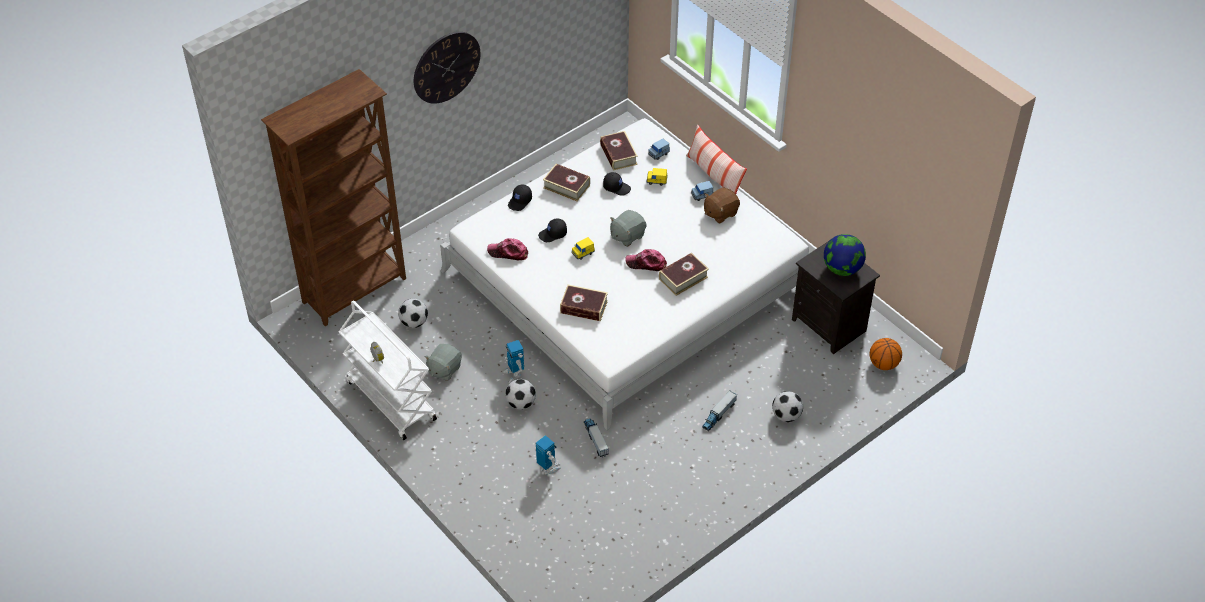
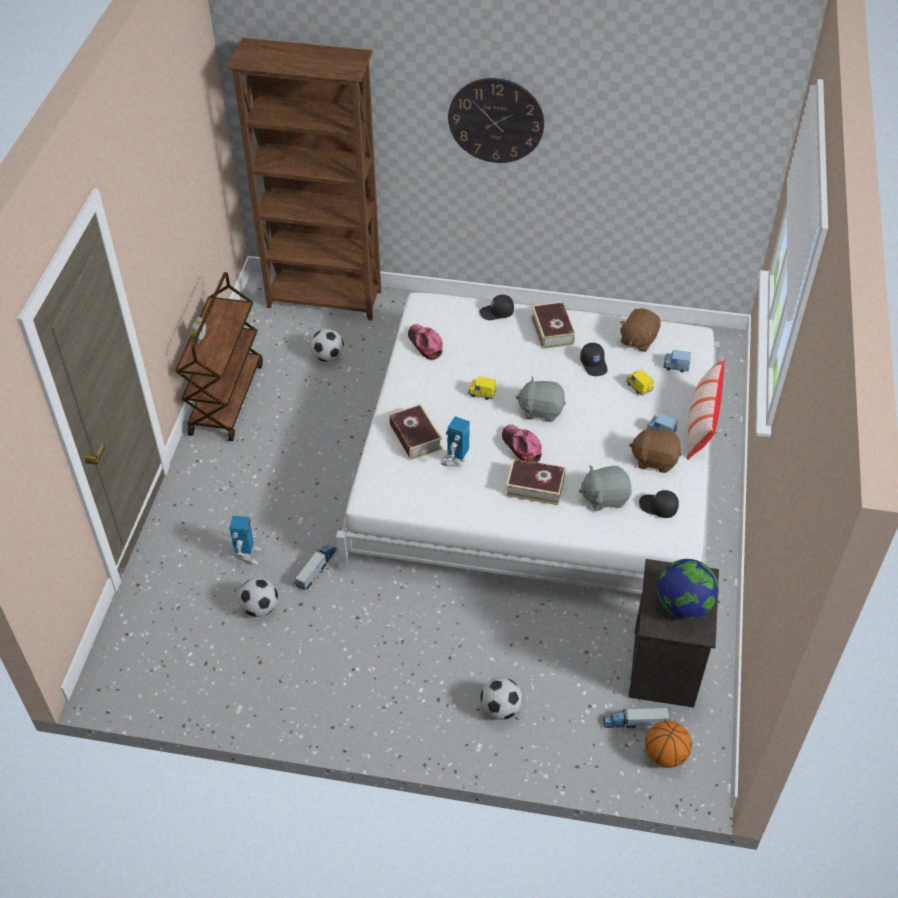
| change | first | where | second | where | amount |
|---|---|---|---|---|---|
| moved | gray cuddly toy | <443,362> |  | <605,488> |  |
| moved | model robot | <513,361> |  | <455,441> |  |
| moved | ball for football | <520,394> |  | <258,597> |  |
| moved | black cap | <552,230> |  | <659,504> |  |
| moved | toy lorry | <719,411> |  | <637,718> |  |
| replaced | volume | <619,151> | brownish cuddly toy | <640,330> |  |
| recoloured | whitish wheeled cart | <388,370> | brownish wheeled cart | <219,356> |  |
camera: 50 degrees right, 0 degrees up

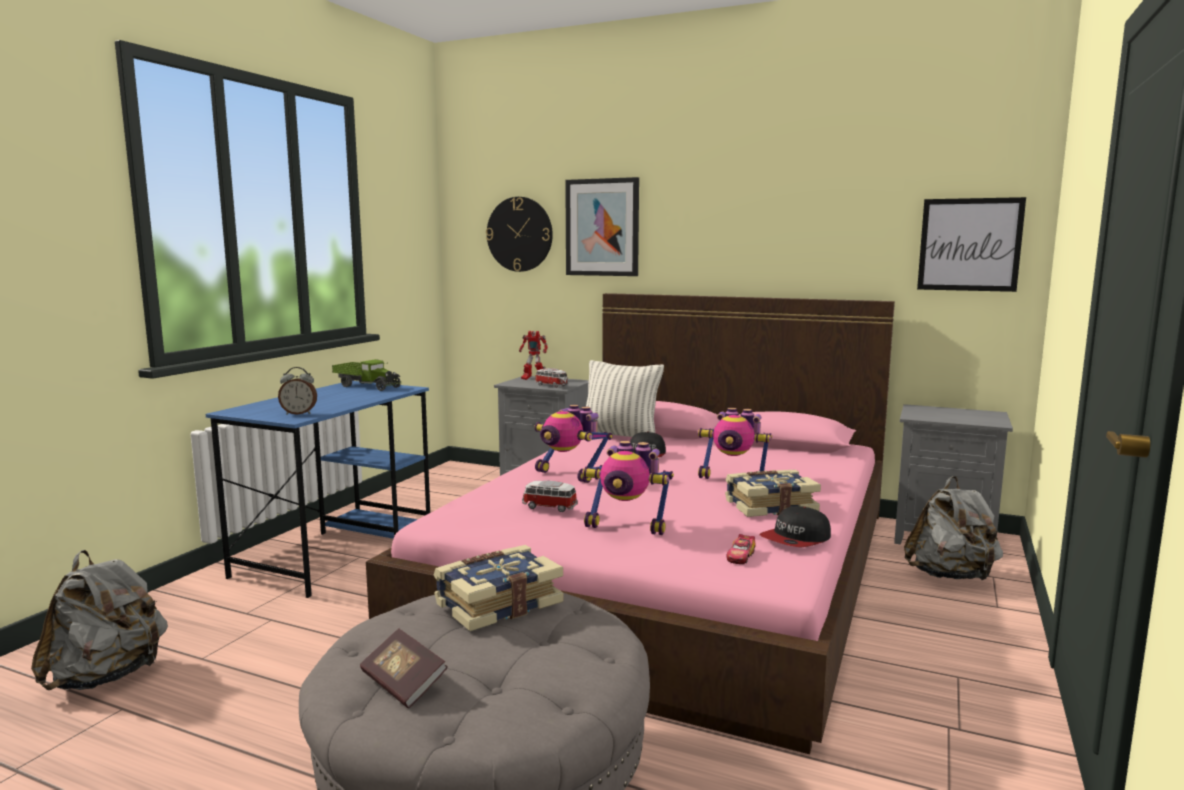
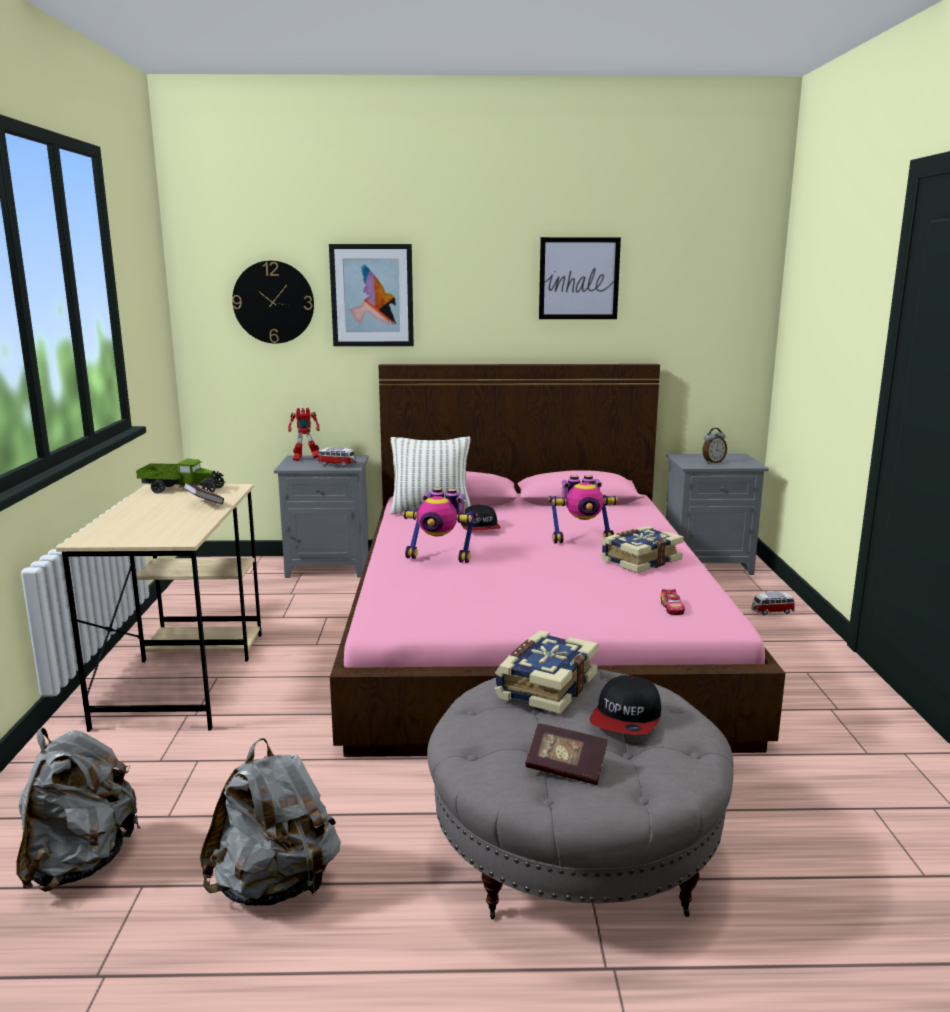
| change | first | where | second | where | amount |
|---|---|---|---|---|---|
| removed | model robot | <628,488> |  |  |  |
| added |  |  | volume | <203,493> |  |
| moved | bedside clock | <297,391> |  | <714,446> |  |
| moved | miniature car | <550,496> |  | <773,603> |  |
| moved | cap | <795,526> |  | <625,705> |  |
| moved | gray rucksack | <953,528> |  | <270,822> |  |
| moved | wall picture | <971,244> |  | <580,278> |  |
| recoloured | blue-coloured desk unit | <318,489> | sand-coloured desk unit | <159,608> |  |
camera: 25 degrees left, 5 degrees up

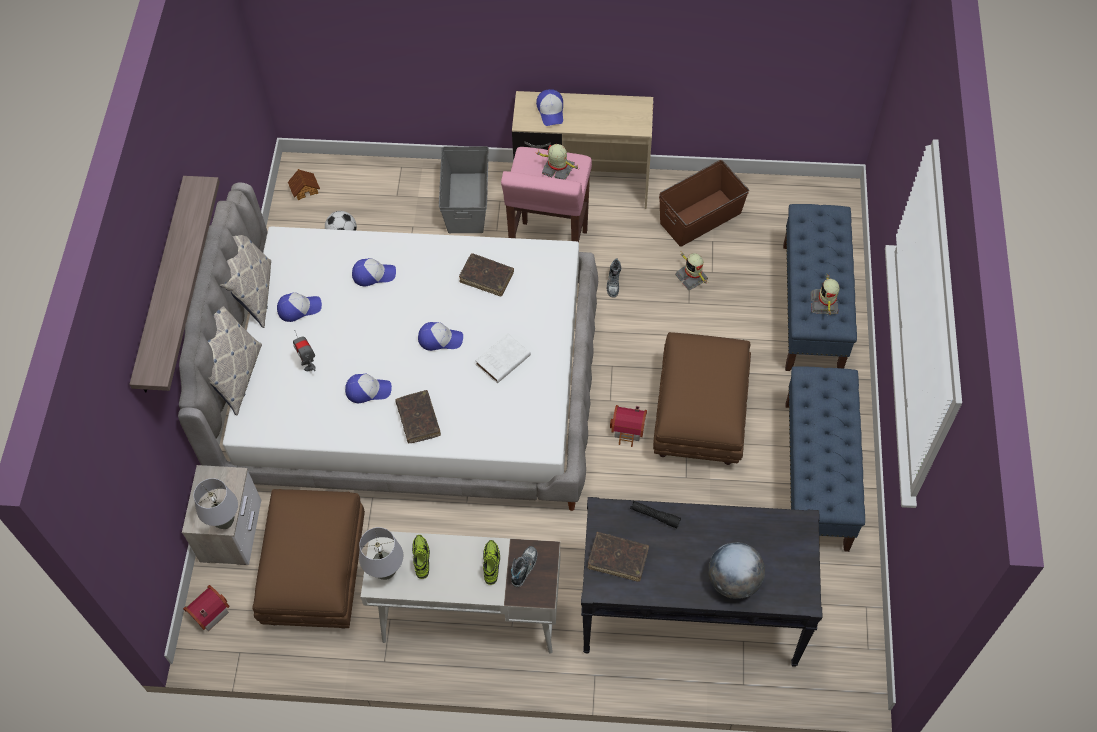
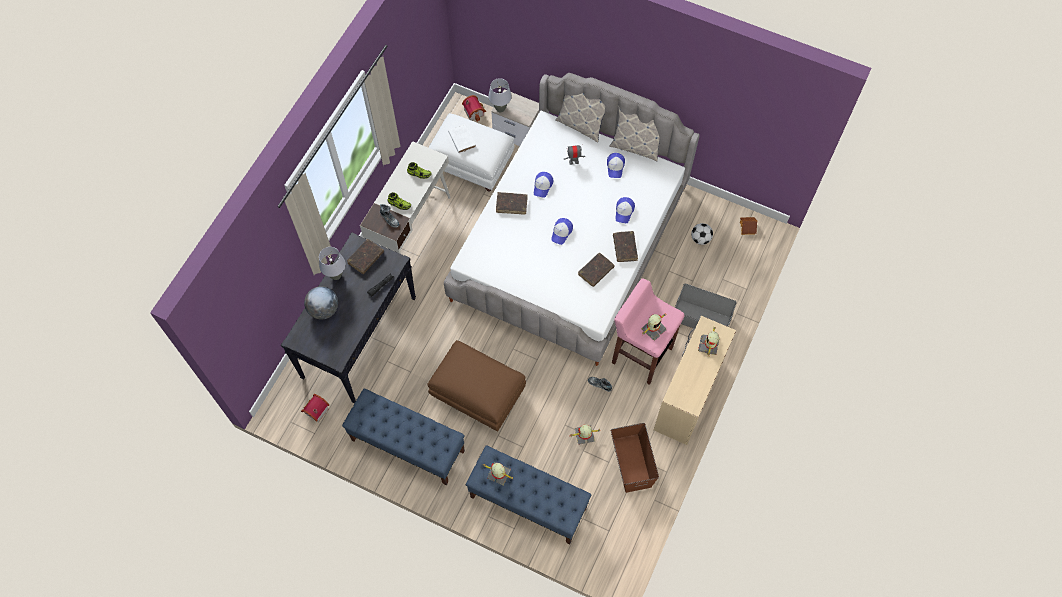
| change | first | where | second | where | amount |
|---|---|---|---|---|---|
| removed | shelf | <174,284> |  |  |  |
| added |  |  | brownish volume | <625,246> |  |
| moved | gray tabletop lamp | <381,553> |  | <332,263> |  |
| moved | whitish volume | <503,358> |  | <462,138> |  |
| moved | miniature house | <628,426> |  | <315,408> |  |
| replaced | cap | <549,107> | model robot | <708,341> |  |
| recoloured | brownish footrest | <308,559> | whitish footrest | <471,152> |  |
camera: 110 degrees right, 5 degrees up

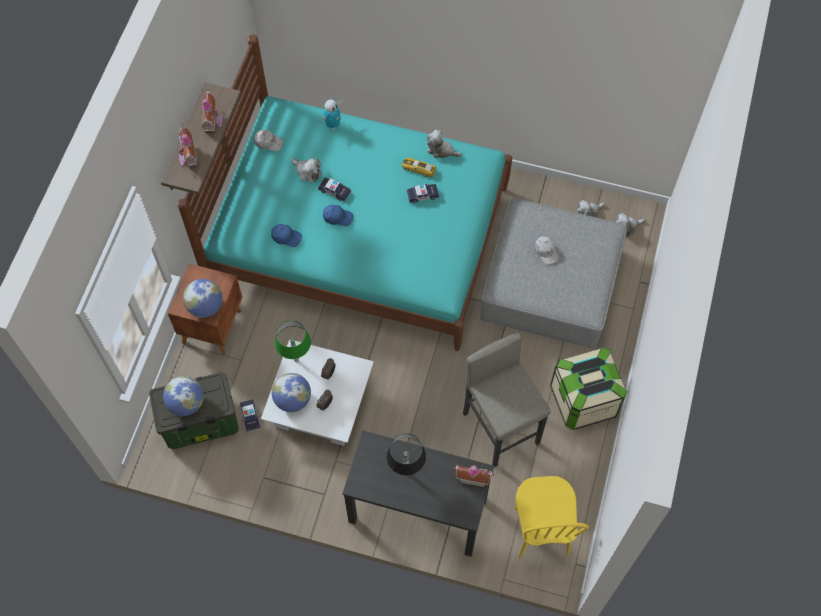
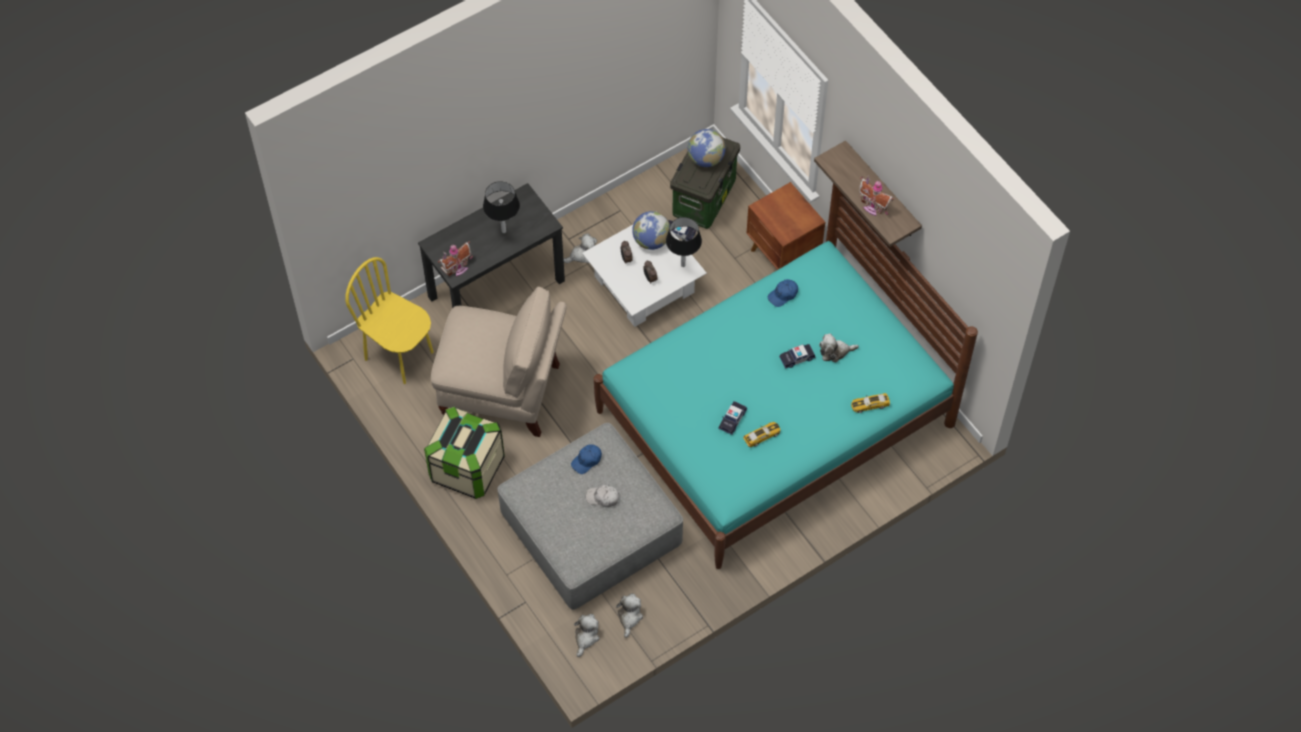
| change | first | where | second | where | amount |
|---|---|---|---|---|---|
| removed | miniature house | <188,146> |  |  |  |
| removed | desk globe | <203,298> |  |  |  |
| removed | whitish cap | <269,140> |  |  |  |
| moved | blue-coloured cap | <338,215> |  | <586,459> |  |
| moved | cuddly toy | <444,144> |  | <580,248> |  |
| replaced | model robot | <331,114> | miniature car | <870,403> |  |
| replaced | gray sitting stool | <507,400> | sand-coloured upright chair | <499,361> |  |
| recoloured | green-coloured tabletop lamp | <293,341> | black tabletop lamp | <684,242> |  |
camera: 130 degrees right, 5 degrees down

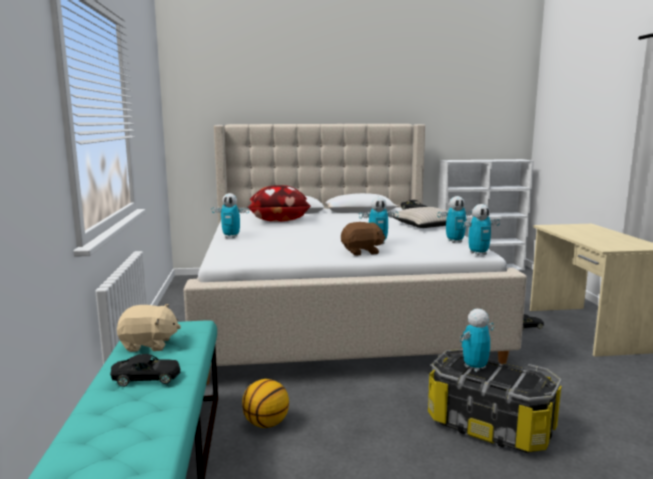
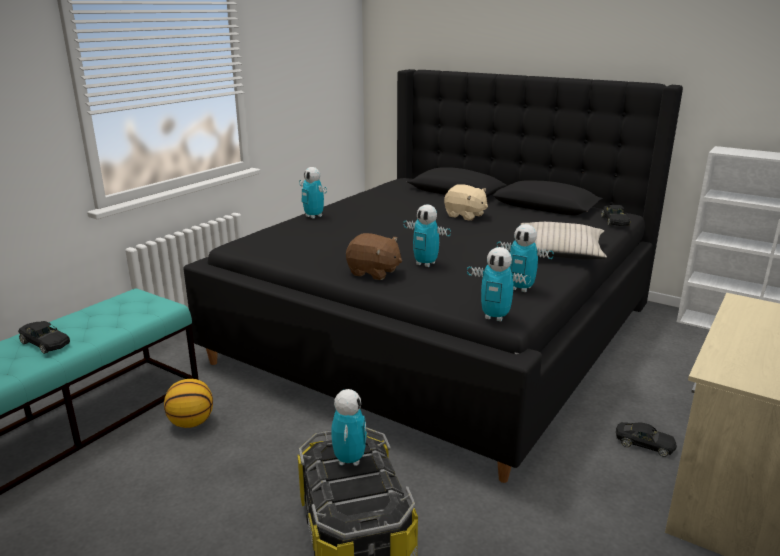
| change | first | where | second | where | amount |
|---|---|---|---|---|---|
| removed | cushion | <279,203> |  |  |  |
| moved | sand-coloured cuddly toy | <149,328> |  | <466,203> |  |
| recoloured | sand-coloured bedroom bed | <355,254> | black bedroom bed | <433,276> |  |
| turned | model robot | <477,340> |  | <349,427> | 90 degrees clockwise |
camera: 40 degrees right, 10 degrees up

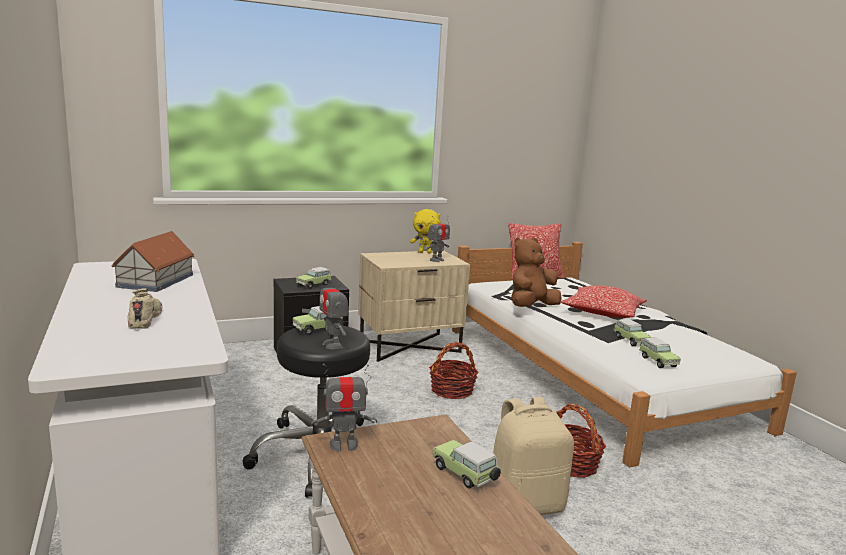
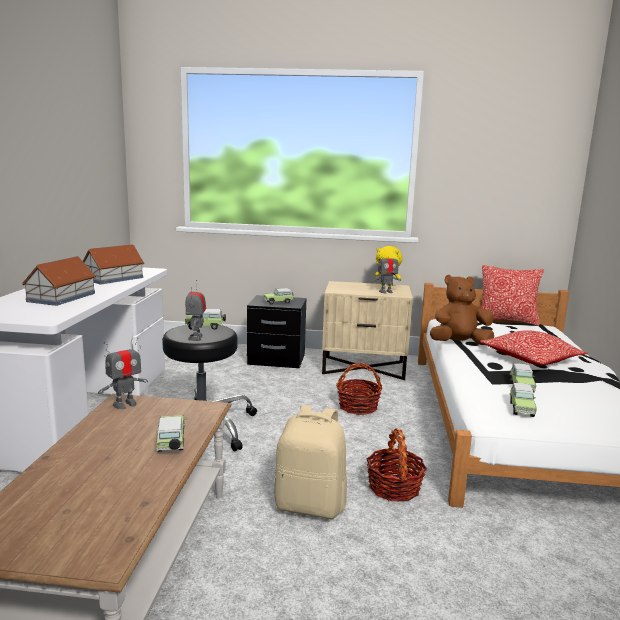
| change | first | where | second | where | amount |
|---|---|---|---|---|---|
| replaced | sand-coloured shoe | <145,309> | miniature house | <59,281> |  |
| turned | model robot | <344,408> |  | <123,373> | 60 degrees counterclockwise |
camera: 30 degrees right, 0 degrees up

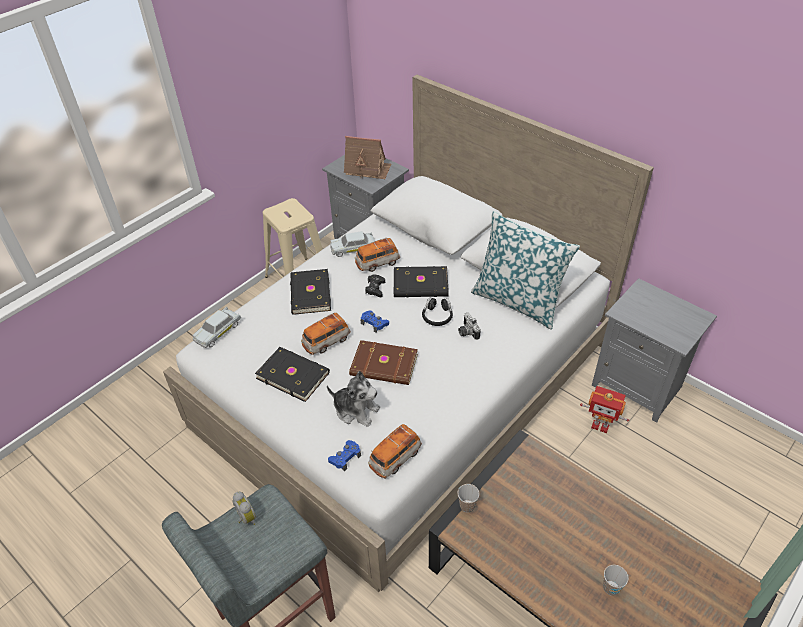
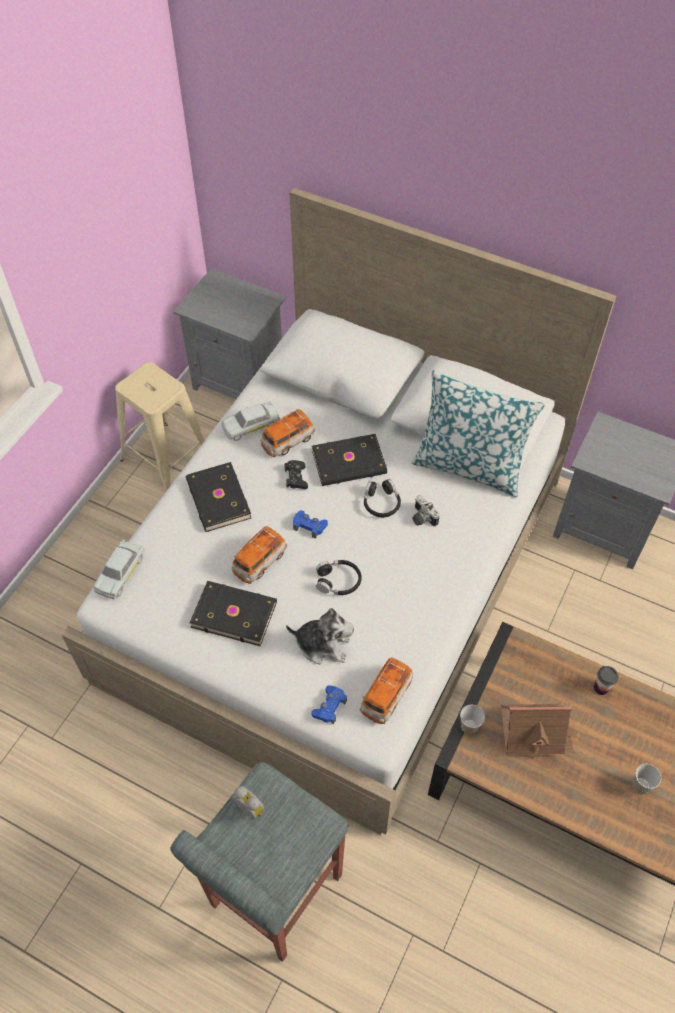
| change | first | where | second | where | amount |
|---|---|---|---|---|---|
| removed | model robot | <604,409> |  |  |  |
| added |  |  | drinking cup | <606,680> |  |
| moved | miniature house | <367,157> |  | <537,731> |  |
| replaced | brownish volume | <383,362> | black headset | <339,577> |  |
camera: 15 degrees left, 10 degrees up

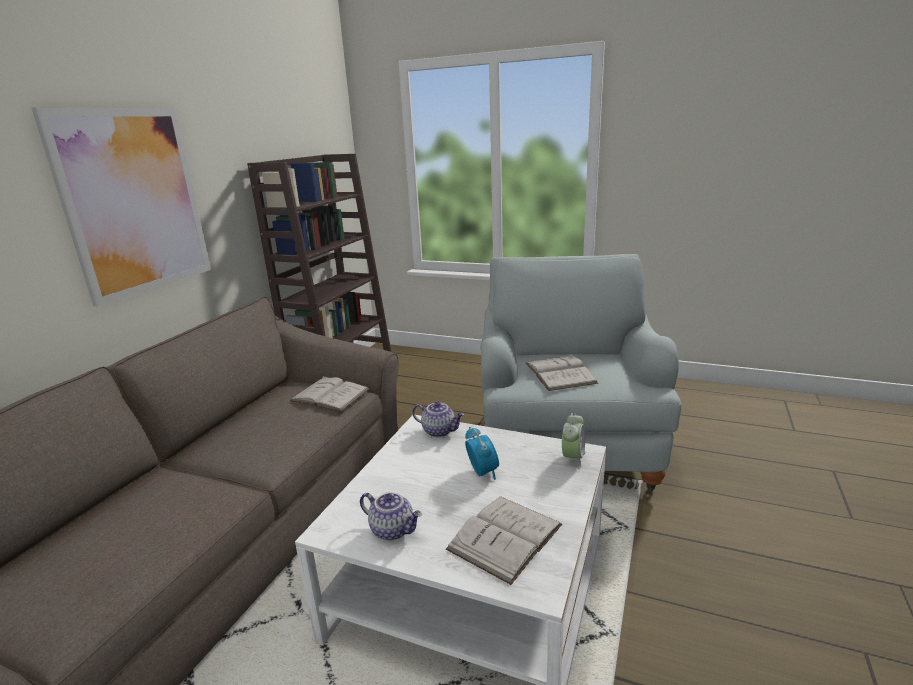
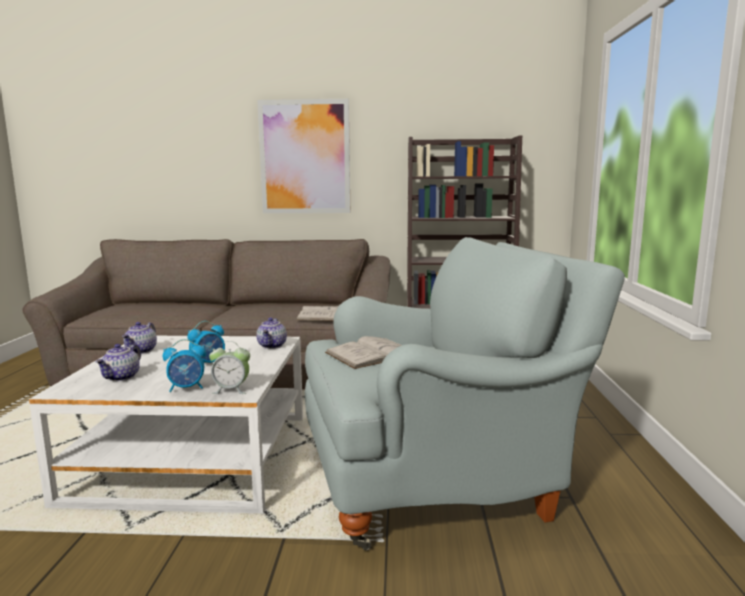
| change | first | where | second | where | amount |
|---|---|---|---|---|---|
| added |  |  | bedside clock | <184,365> |  |
| replaced | whitish volume | <504,540> | pot for tea | <118,362> |  |
camera: 70 degrees right, 10 degrees down

